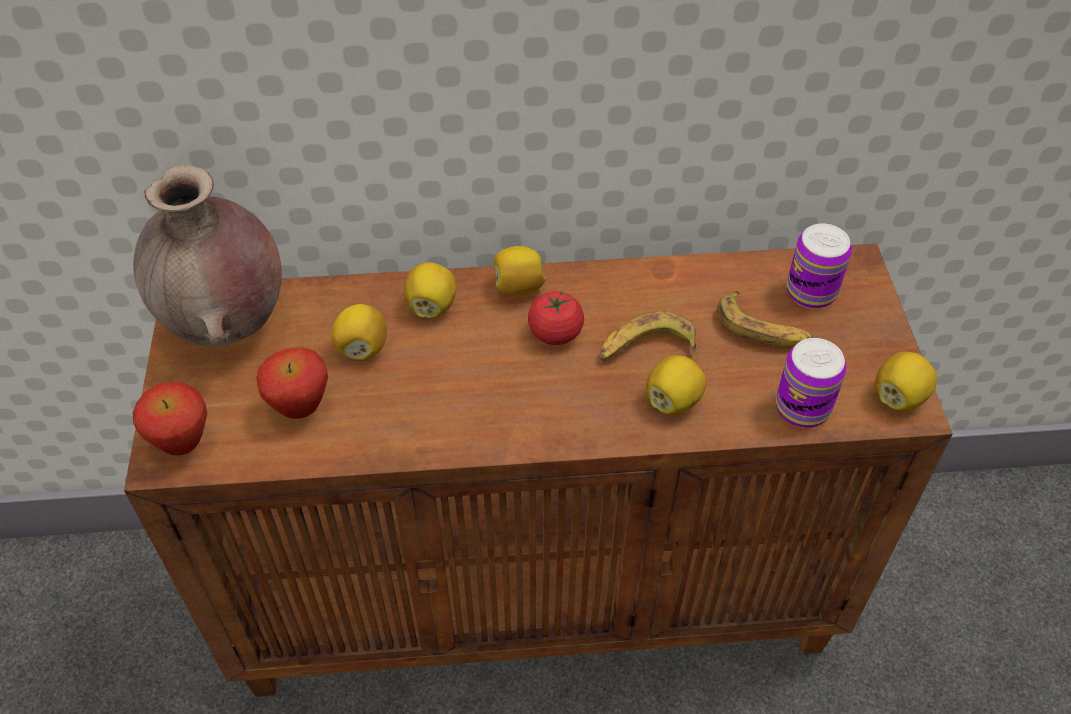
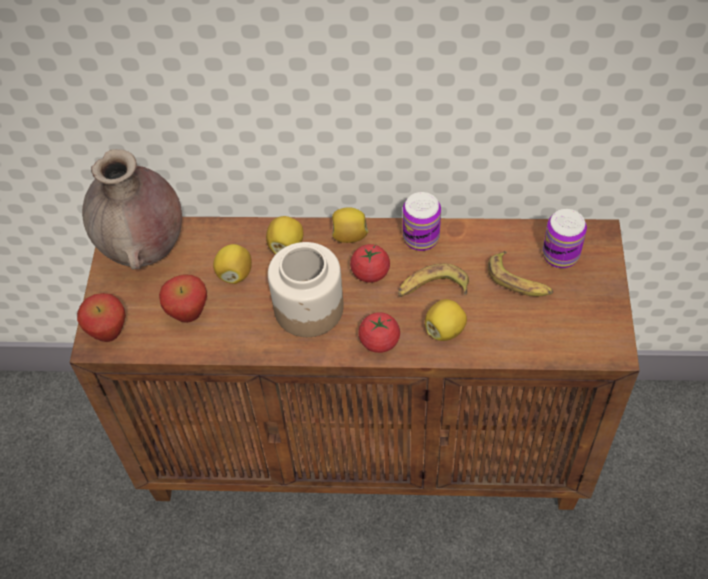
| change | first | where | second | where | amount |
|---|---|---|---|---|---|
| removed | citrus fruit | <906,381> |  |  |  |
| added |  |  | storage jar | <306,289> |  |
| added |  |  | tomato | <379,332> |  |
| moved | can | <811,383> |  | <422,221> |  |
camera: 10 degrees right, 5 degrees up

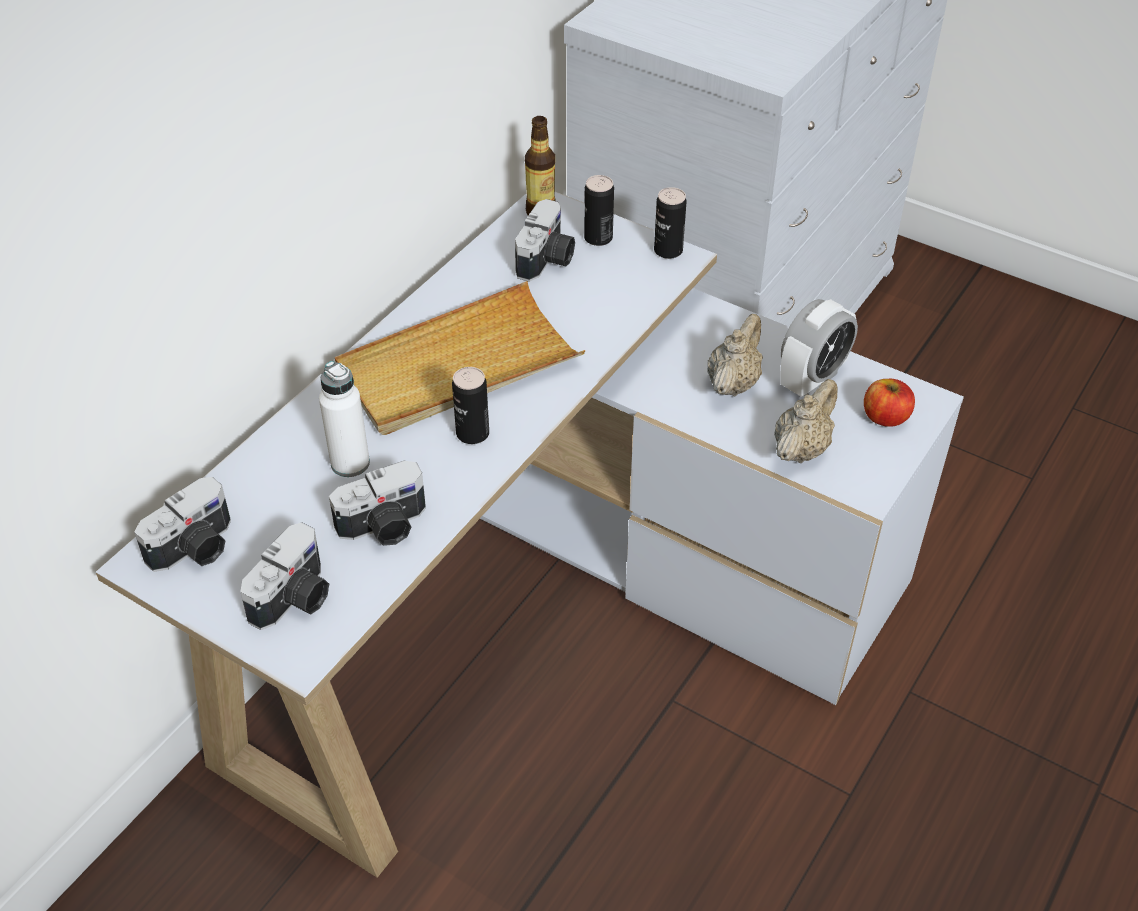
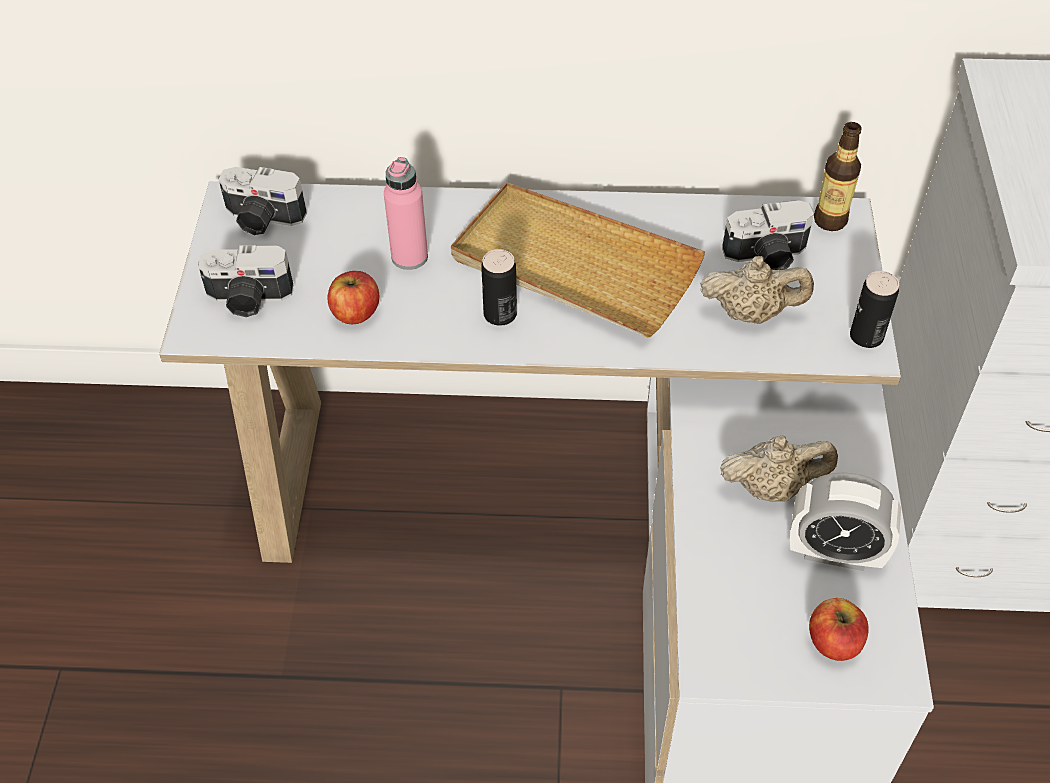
| change | first | where | second | where | amount |
|---|---|---|---|---|---|
| removed | can | <599,210> |  |  |  |
| moved | sand-coloured pot for tea | <806,421> |  | <757,290> |  |
| replaced | photo camera | <377,503> | apple fruit | <353,297> |  |
| recoloured | whitish drink bottle | <344,419> | pinkish drink bottle | <406,213> |  |
camera: 60 degrees right, 5 degrees up

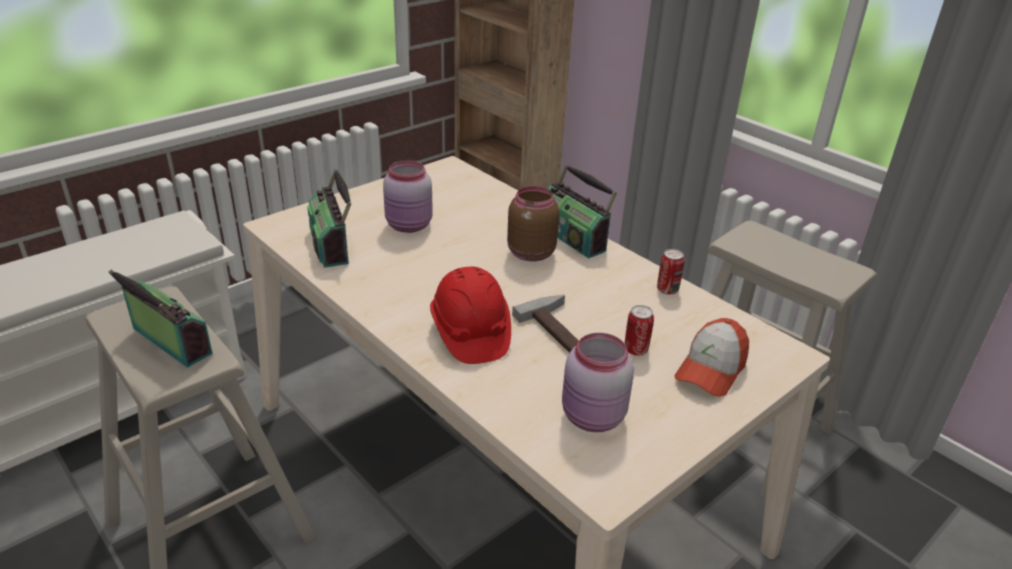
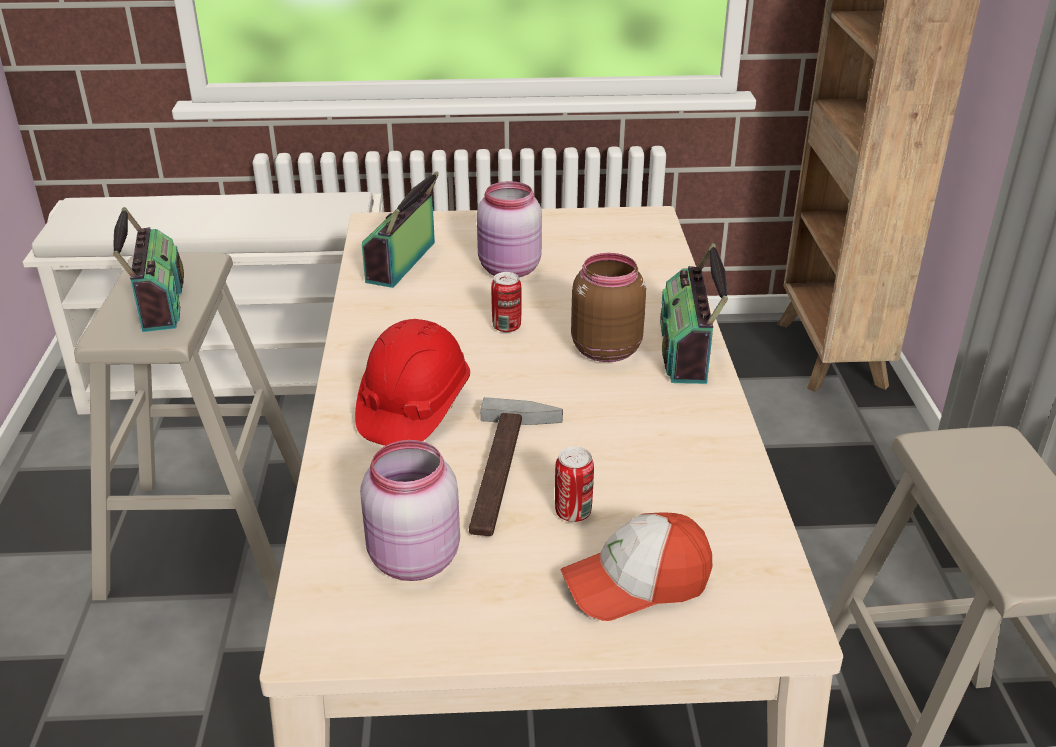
| change | first | where | second | where | amount |
|---|---|---|---|---|---|
| moved | can | <671,272> |  | <506,302> |  |
camera: 40 degrees right, 0 degrees up

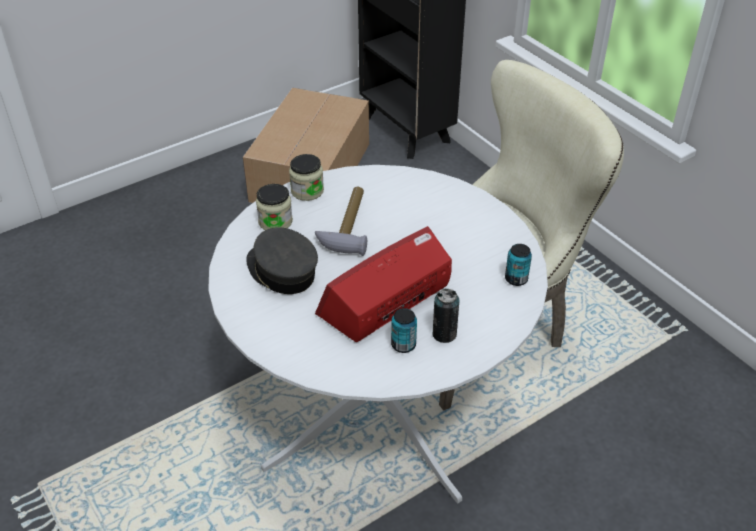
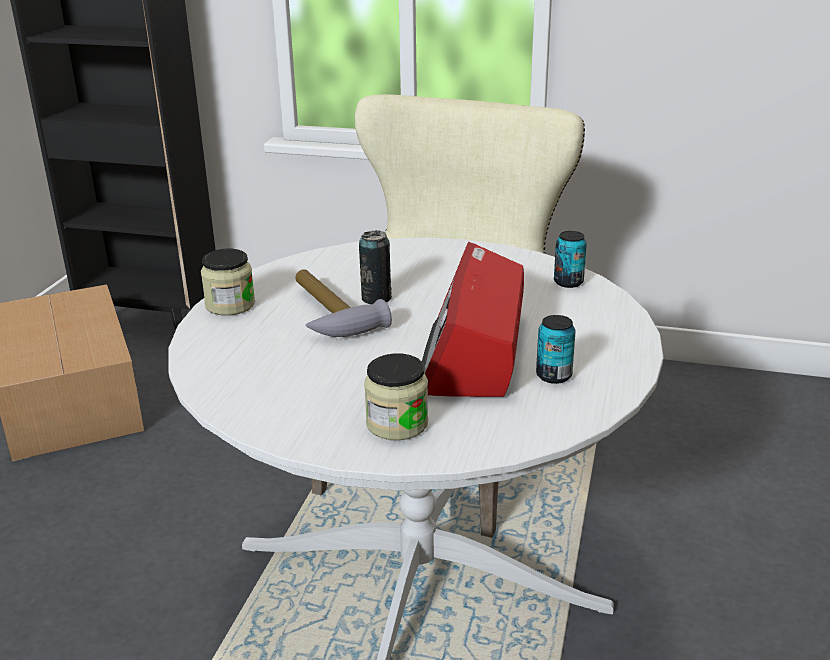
| change | first | where | second | where | amount |
|---|---|---|---|---|---|
| removed | gray cap | <282,260> |  |  |  |
| moved | storage jar | <274,207> |  | <396,396> |  |
| moved | can | <446,316> |  | <375,267> |  |
camera: 40 degrees left, 15 degrees down

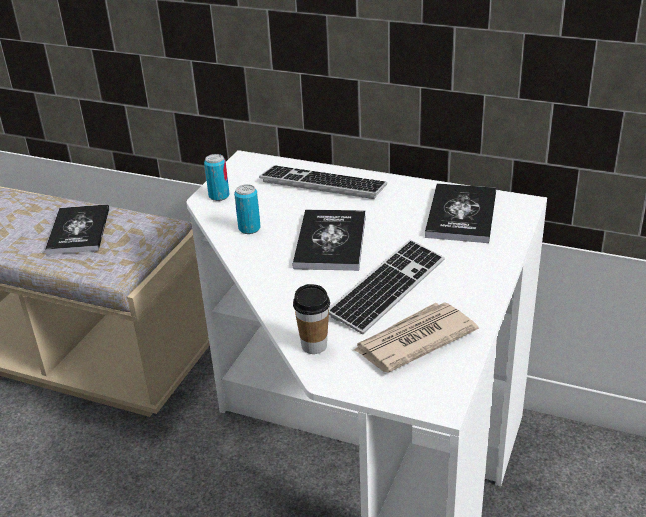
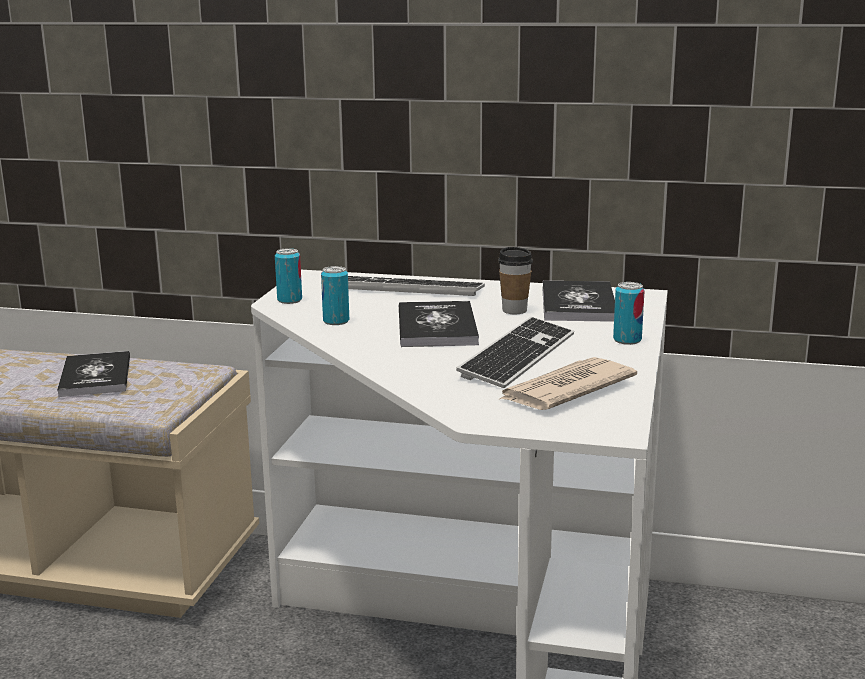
| change | first | where | second | where | amount |
|---|---|---|---|---|---|
| added |  |  | can | <629,313> |  |
| moved | drinking cup | <311,319> |  | <515,280> |  |
camera: 10 degrees left, 15 degrees down

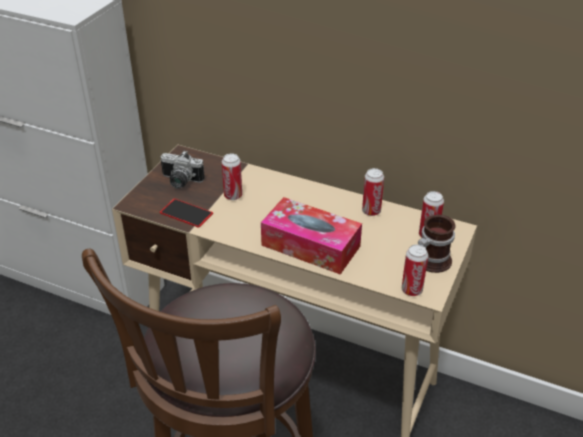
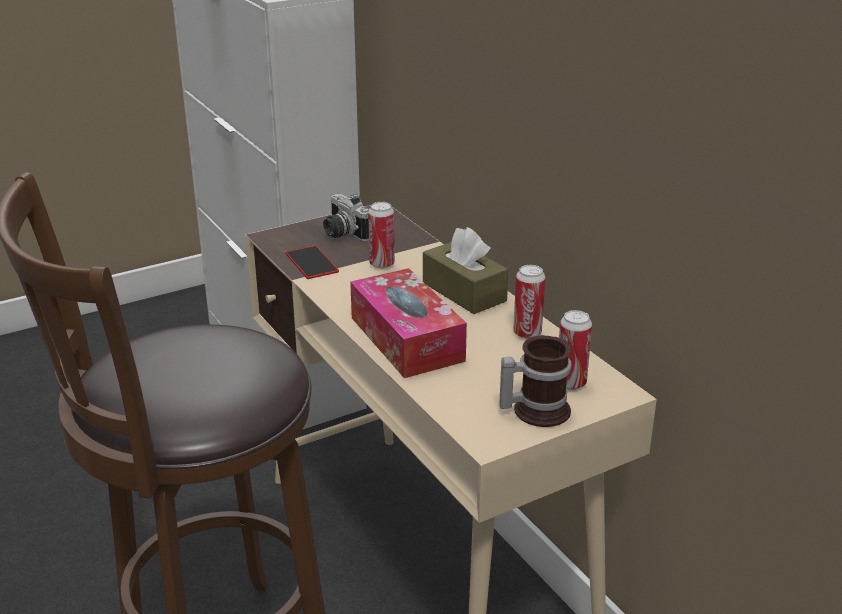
| change | first | where | second | where | amount |
|---|---|---|---|---|---|
| removed | can | <415,270> |  |  |  |
| added |  |  | brownish tissue holder | <465,270> |  |
camera: 35 degrees right, 10 degrees down

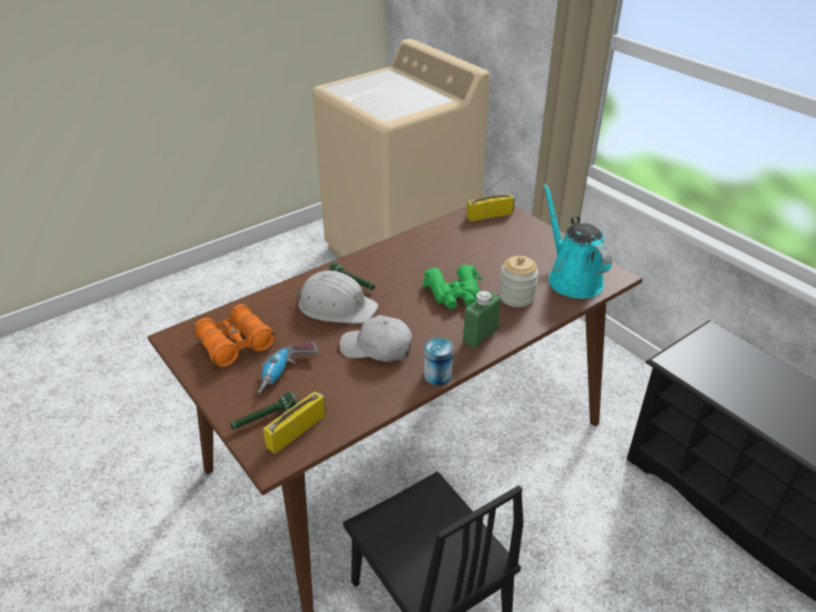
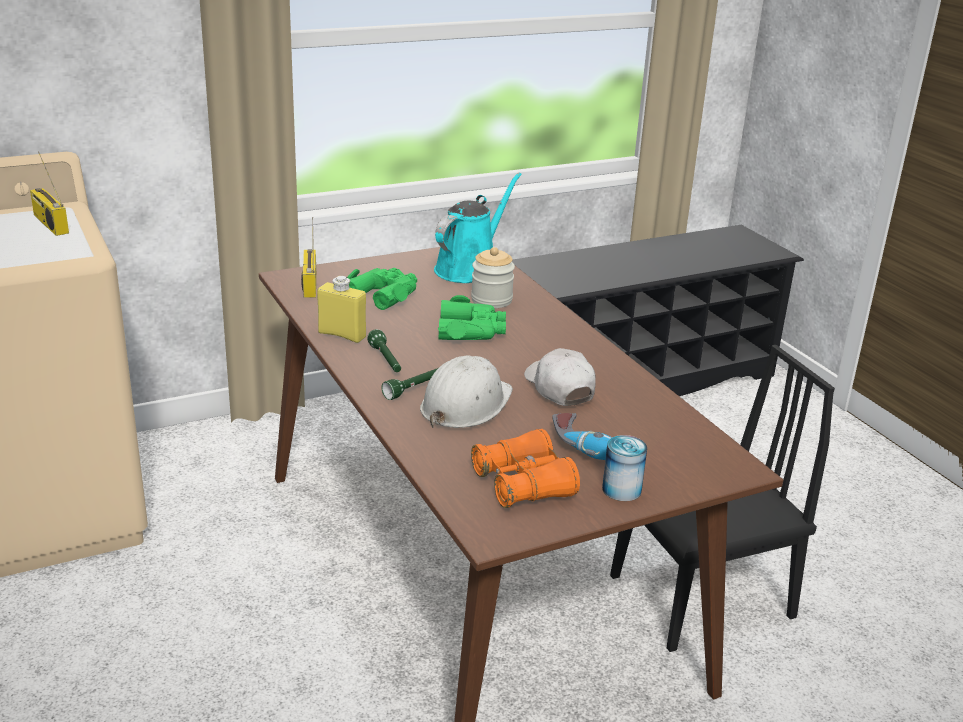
| change | first | where | second | where | amount |
|---|---|---|---|---|---|
| removed | green-coloured drink bottle | <482,319> |  |  |  |
| added |  |  | yellow drink bottle | <341,309> |  |
| added |  |  | green-coloured pair of binoculars | <382,289> |  |
| moved | green-coloured torch | <263,411> |  | <384,350> |  |
| moved | radio | <294,412> |  | <49,193> |  |
| moved | can | <439,362> |  | <624,468> |  |
| turned | whitish cap | <376,338> |  | <560,377> | 135 degrees clockwise |
| turned | turquoise-coloured watering can | <577,241> |  | <478,228> | 135 degrees clockwise |
camera: 80 degrees left, 10 degrees down

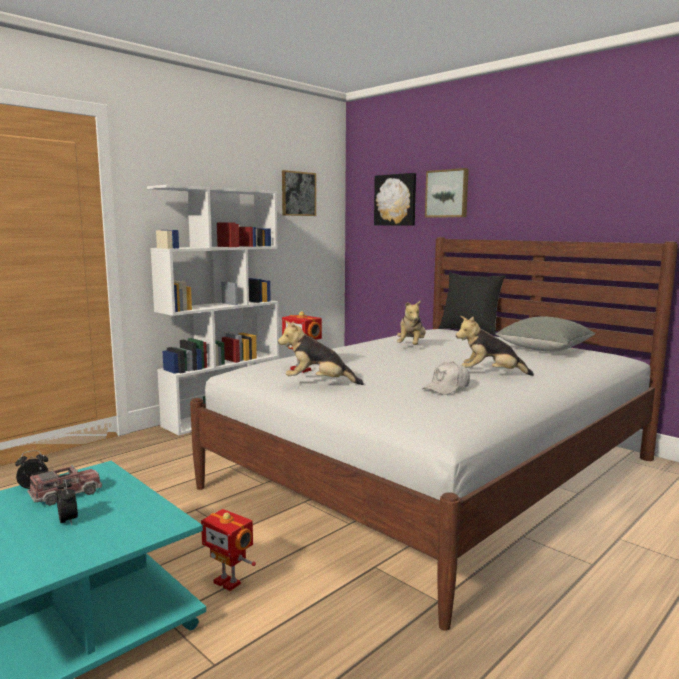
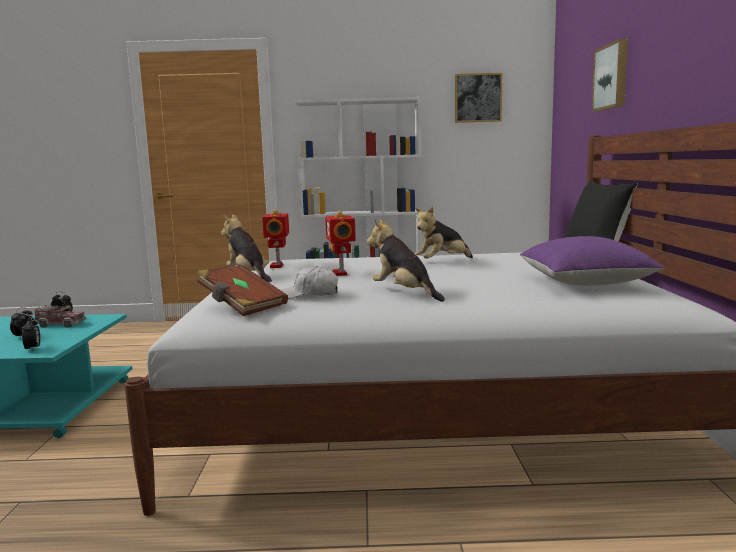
| change | first | where | second | where | amount |
|---|---|---|---|---|---|
| removed | wall picture | <395,199> |  |  |  |
| added |  |  | bedside clock | <31,334> |  |
| added |  |  | brownish volume | <242,290> |  |
| moved | model robot | <228,550> |  | <340,243> |  |
| recoloured | gray cushion | <545,334> | purplish cushion | <592,261> |  |
camera: 45 degrees right, 0 degrees up

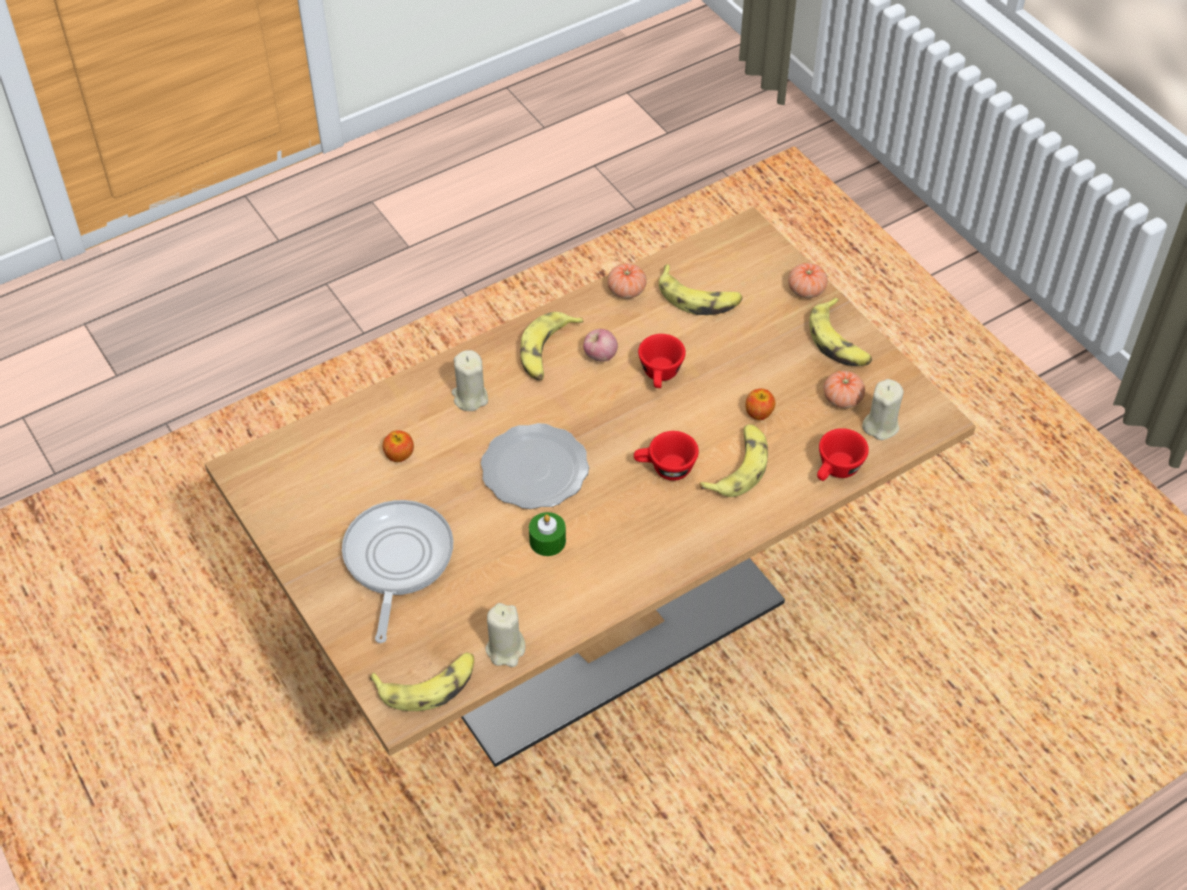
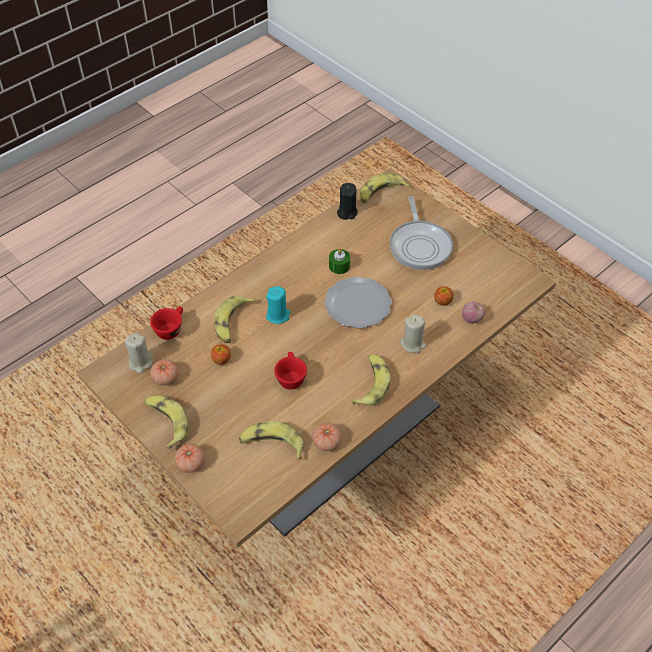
| change | first | where | second | where | amount |
|---|---|---|---|---|---|
| moved | apple fruit | <600,345> |  | <473,312> |  |
| replaced | reddish drinking cup | <666,456> | turquoise-coloured wax light | <278,305> |  |
| recoloured | sand-coloured wax light | <505,635> | black wax light | <347,201> |  |
camera: 170 degrees right, 0 degrees up

